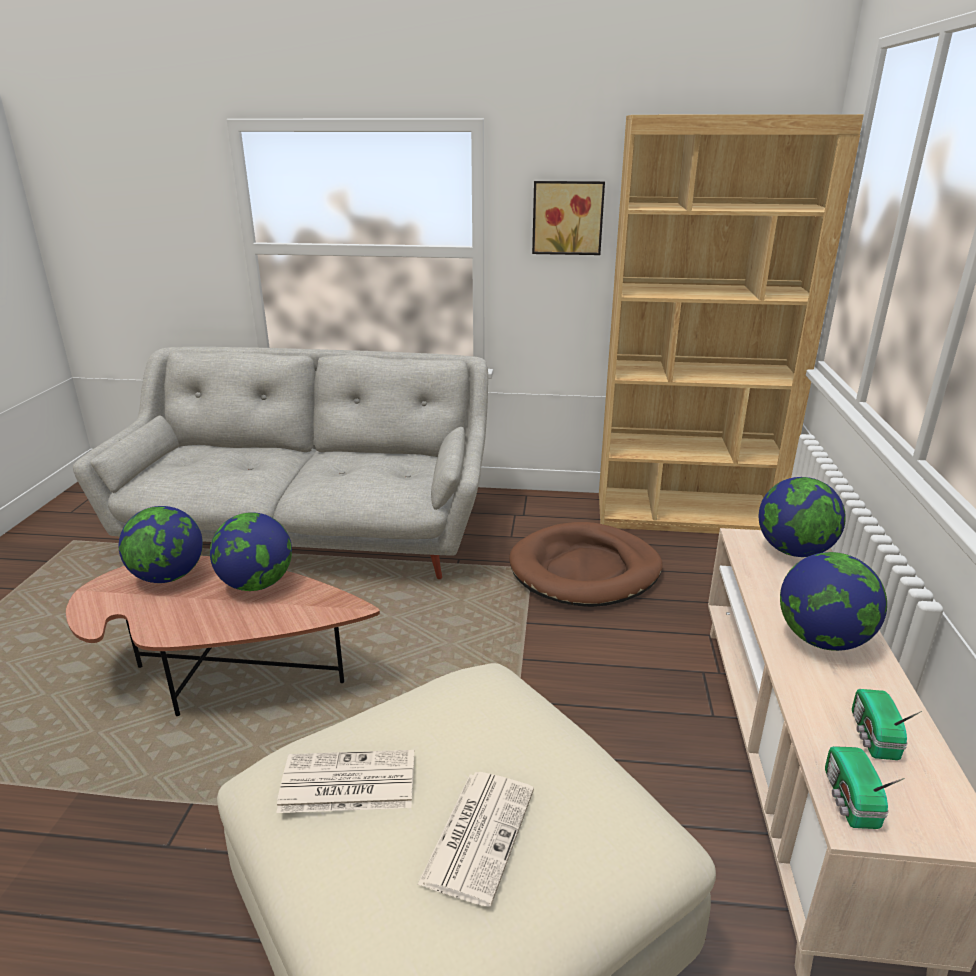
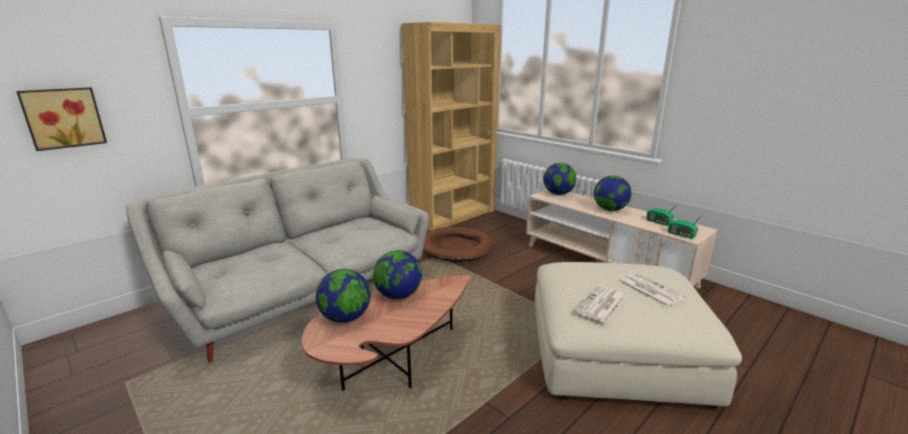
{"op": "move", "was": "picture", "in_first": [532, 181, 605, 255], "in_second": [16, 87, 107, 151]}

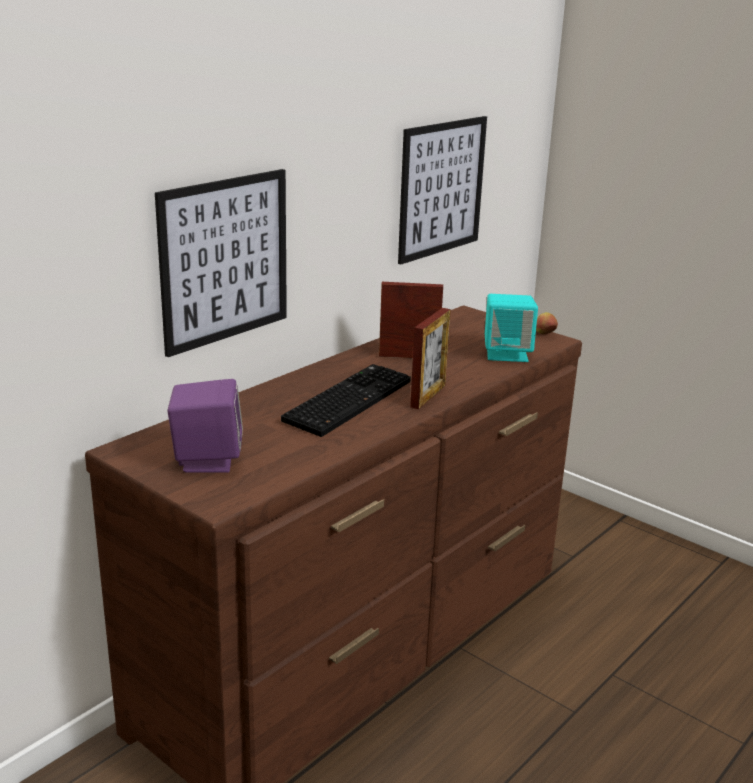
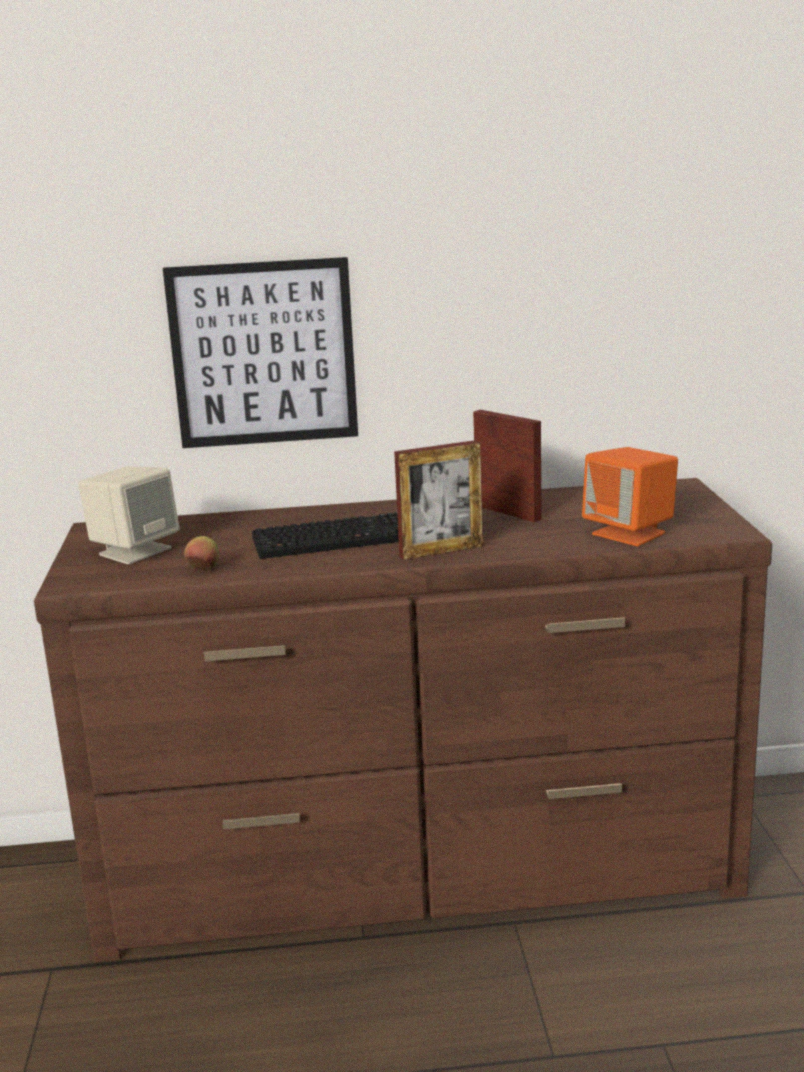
{"op": "delete", "was": "picture", "in_first": [398, 116, 487, 264]}
{"op": "move", "was": "apple", "in_first": [536, 312, 558, 334], "in_second": [184, 536, 219, 570]}
{"op": "recolor", "was": "purple speaker", "now": "beige speaker", "in_first": [168, 379, 243, 473], "in_second": [78, 466, 180, 565]}
{"op": "recolor", "was": "turquoise speaker", "now": "orange speaker", "in_first": [485, 294, 538, 362], "in_second": [582, 447, 678, 546]}

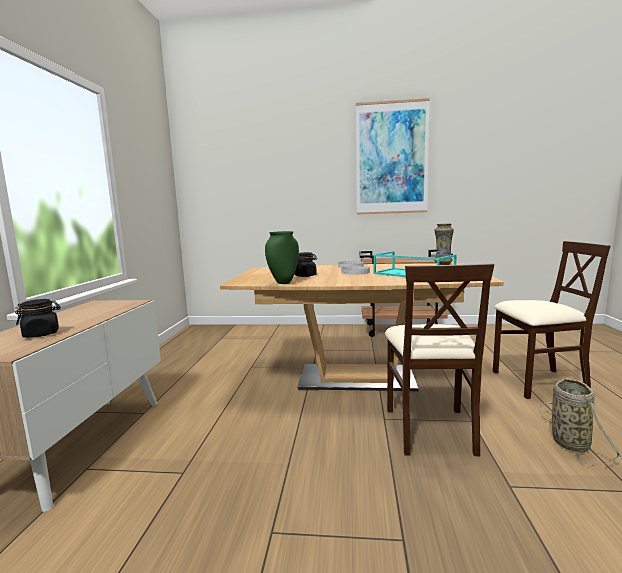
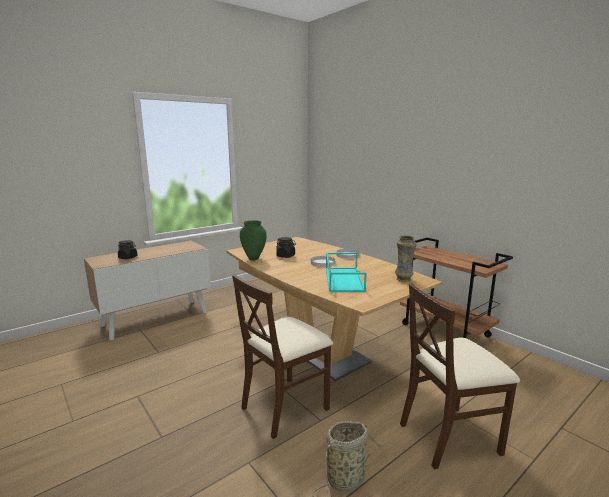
{"op": "delete", "was": "picture", "in_first": [356, 98, 430, 215]}
{"op": "rotate", "was": "beige chair", "in_first": [493, 241, 610, 399], "in_second": [400, 283, 520, 469], "clockwise": 120}

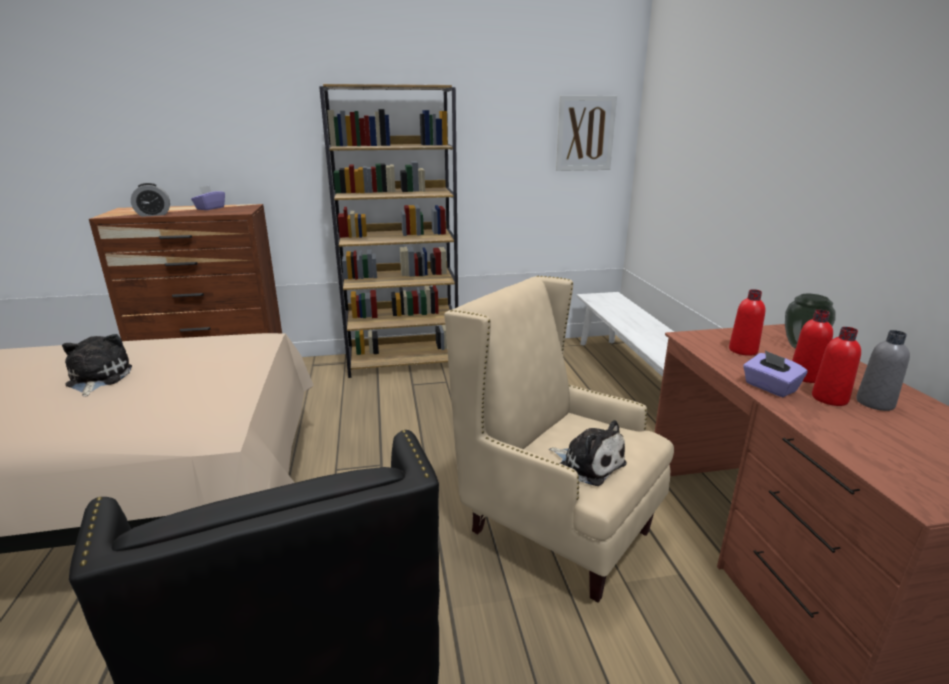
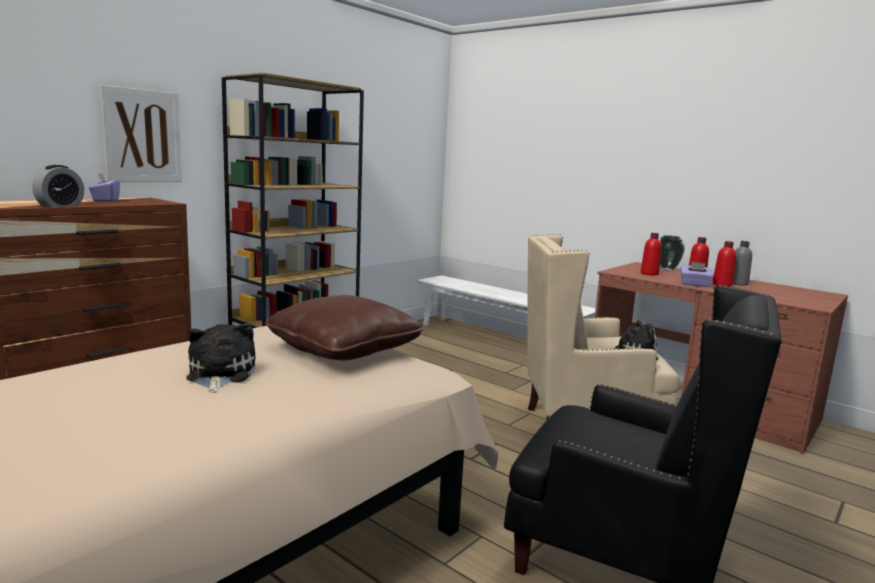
{"op": "insert", "now": "brown pillow", "in_second": [265, 295, 424, 361]}
{"op": "move", "was": "picture", "in_first": [556, 95, 617, 171], "in_second": [100, 85, 182, 182]}
{"op": "rotate", "was": "plush toy", "in_first": [62, 334, 132, 397], "in_second": [186, 323, 255, 393], "clockwise": 45}

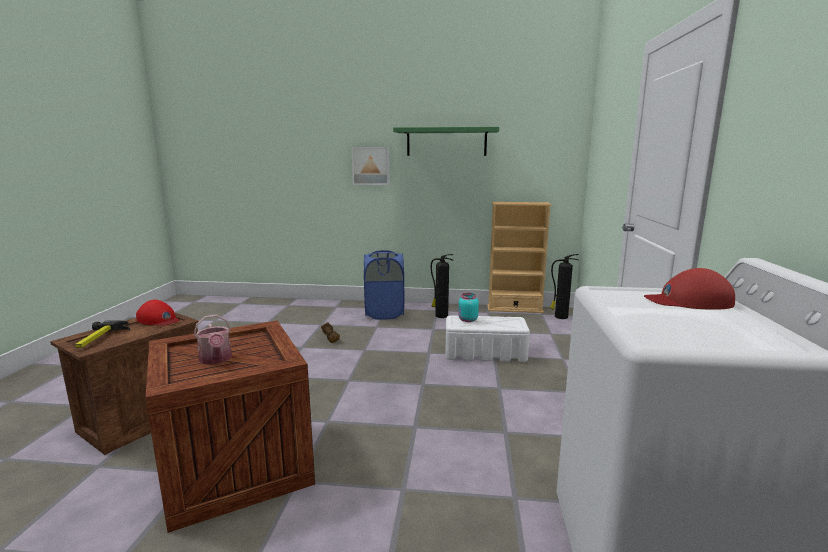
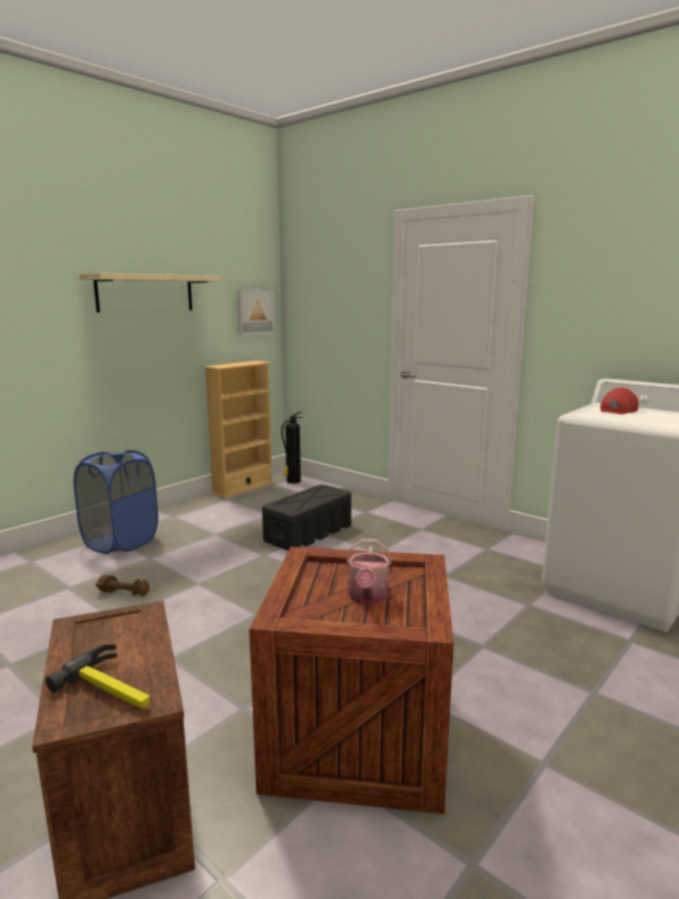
{"op": "delete", "was": "red cap", "in_first": [136, 300, 180, 326]}
{"op": "delete", "was": "fire extinguisher", "in_first": [431, 254, 454, 318]}
{"op": "delete", "was": "turquoise jar", "in_first": [458, 293, 479, 322]}
{"op": "move", "was": "picture", "in_first": [352, 147, 390, 185], "in_second": [237, 290, 274, 335]}
{"op": "recolor", "was": "green shelf", "now": "beige shelf", "in_first": [393, 127, 499, 156], "in_second": [79, 273, 223, 312]}
{"op": "recolor", "was": "white storage box", "now": "black storage box", "in_first": [445, 315, 530, 362], "in_second": [262, 484, 351, 551]}
{"op": "rotate", "was": "watering can", "in_first": [194, 315, 232, 365], "in_second": [346, 539, 392, 605], "clockwise": 90}

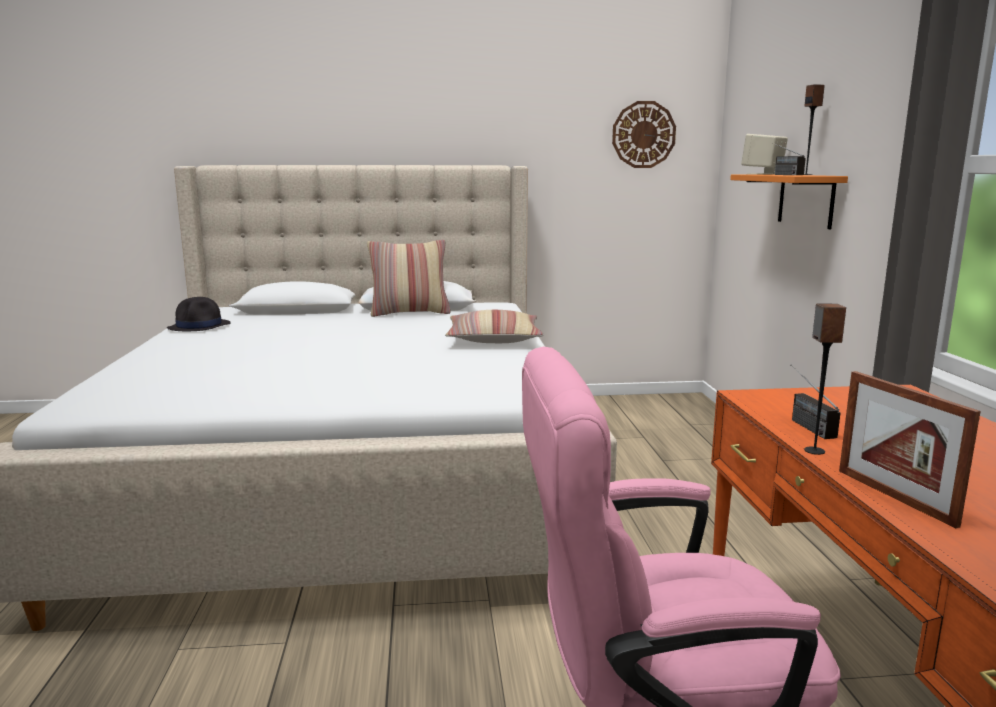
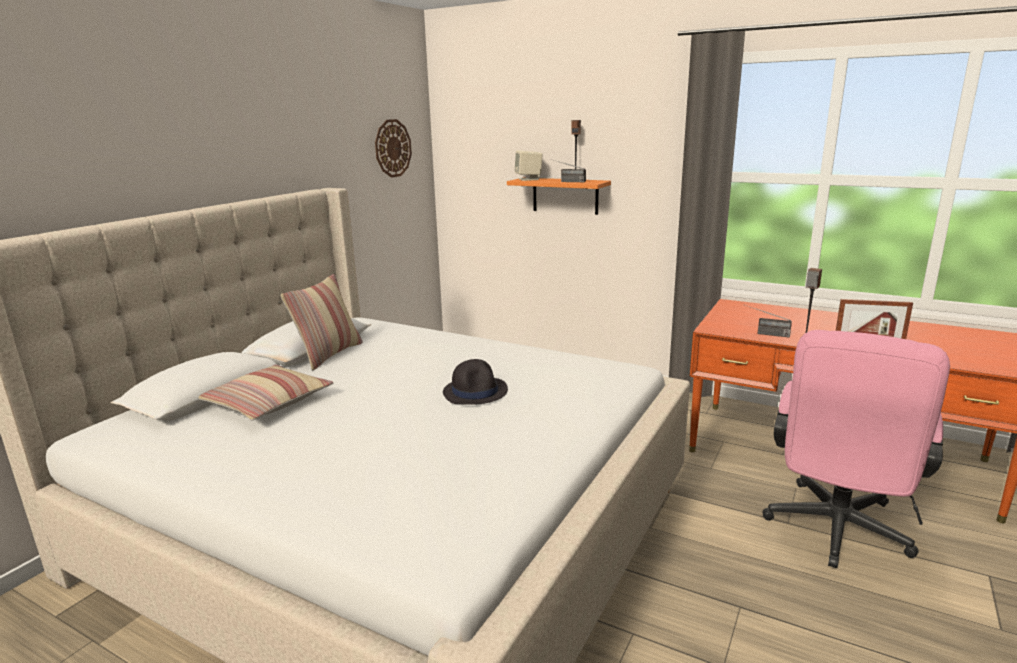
{"op": "move", "was": "black hat", "in_first": [167, 297, 231, 331], "in_second": [443, 359, 508, 405]}
{"op": "move", "was": "pillow", "in_first": [445, 310, 544, 343], "in_second": [198, 364, 333, 420]}

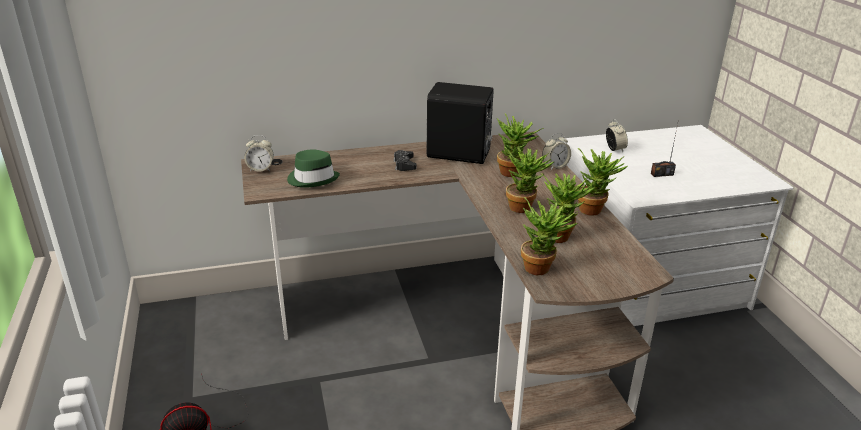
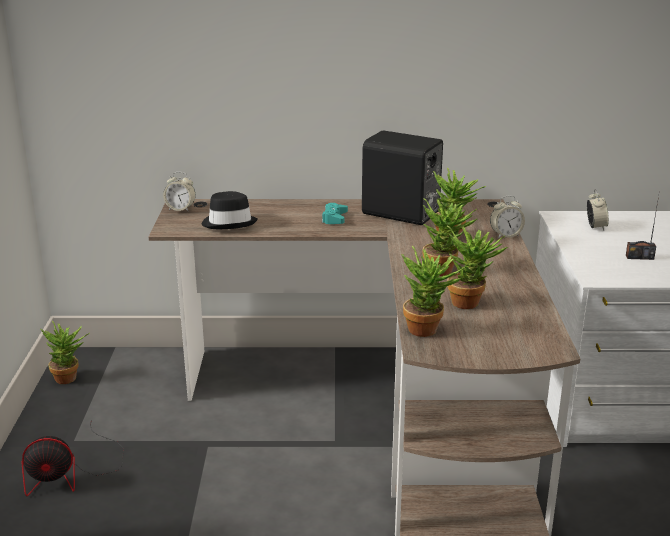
{"op": "move", "was": "potted plant", "in_first": [578, 148, 628, 216], "in_second": [41, 321, 90, 384]}
{"op": "recolor", "was": "green hat", "now": "black hat", "in_first": [287, 149, 340, 188], "in_second": [202, 191, 258, 229]}
{"op": "recolor", "was": "black game controller", "now": "turquoise game controller", "in_first": [394, 150, 417, 171], "in_second": [322, 203, 348, 224]}

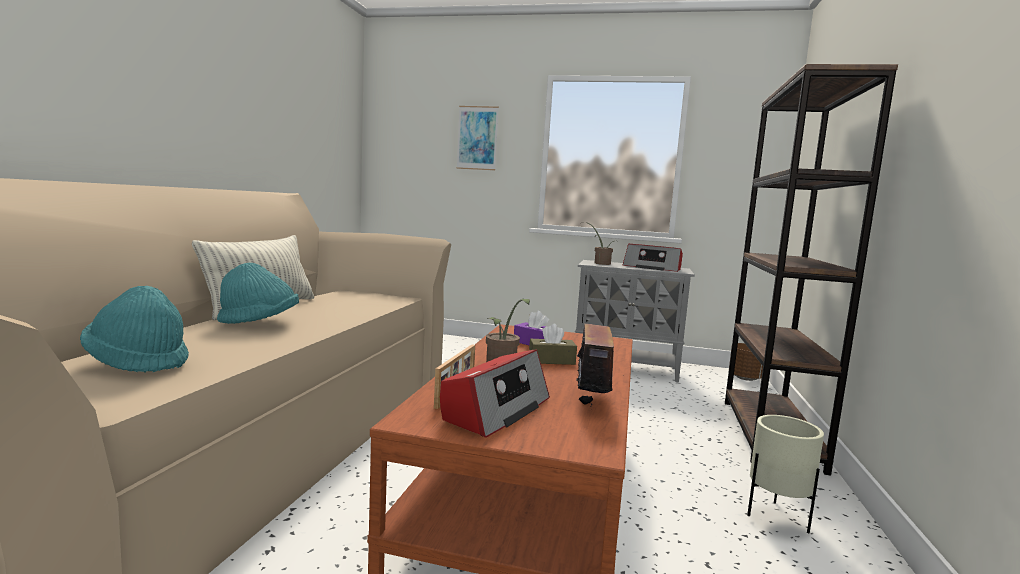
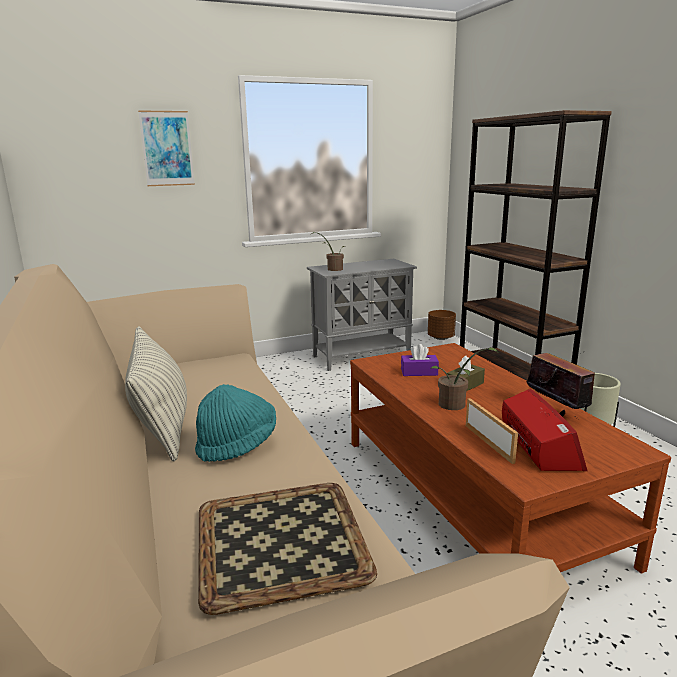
{"op": "delete", "was": "radio", "in_first": [623, 244, 683, 272]}
{"op": "replace", "was": "turquoise hat", "now": "tray", "in_first": [80, 286, 189, 373], "in_second": [198, 483, 377, 615]}

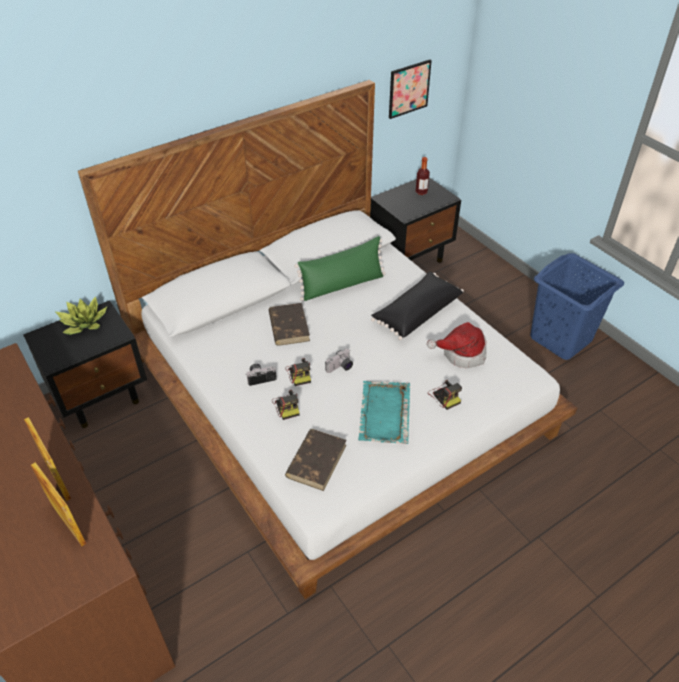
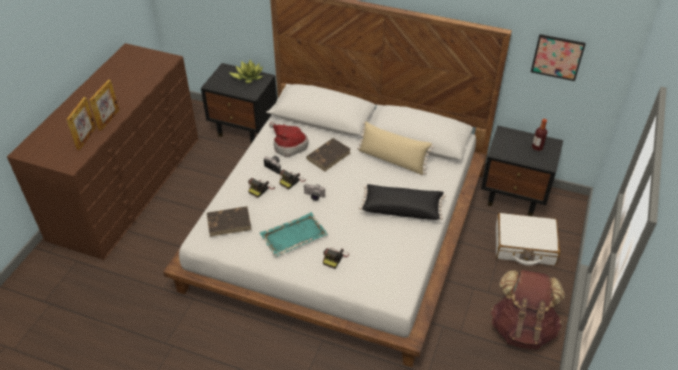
{"op": "insert", "now": "white suitcase", "in_second": [496, 213, 560, 266]}
{"op": "move", "was": "hat", "in_first": [427, 322, 487, 368], "in_second": [269, 121, 309, 157]}
{"op": "replace", "was": "blue laundry basket", "now": "brown backpack", "in_first": [530, 253, 624, 360], "in_second": [491, 270, 565, 349]}
{"op": "recolor", "was": "green pillow", "now": "beige pillow", "in_first": [294, 236, 386, 301], "in_second": [357, 121, 434, 175]}

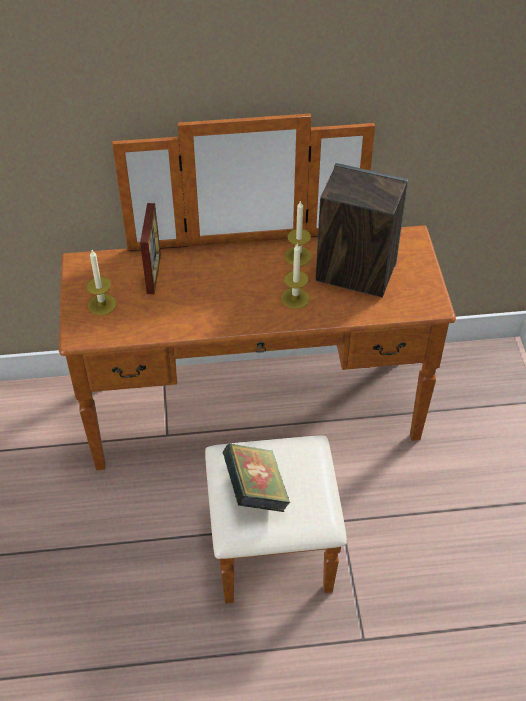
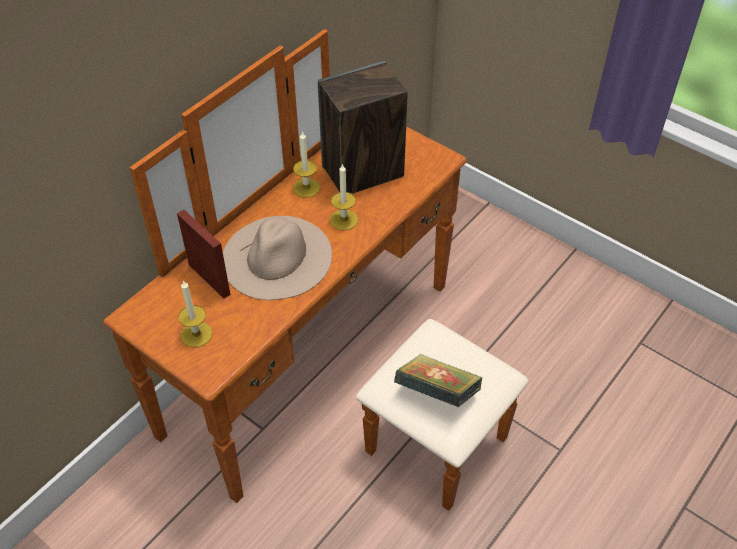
{"op": "insert", "now": "beige hat", "in_second": [223, 216, 332, 300]}

